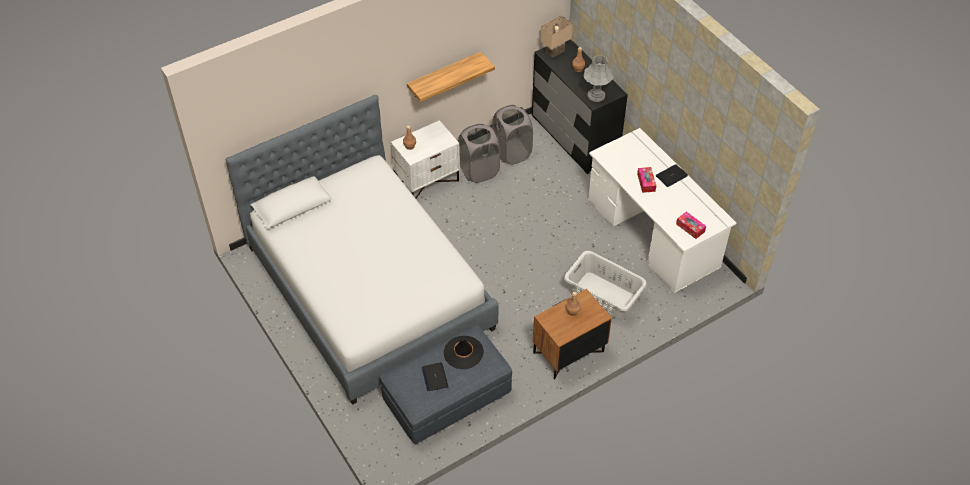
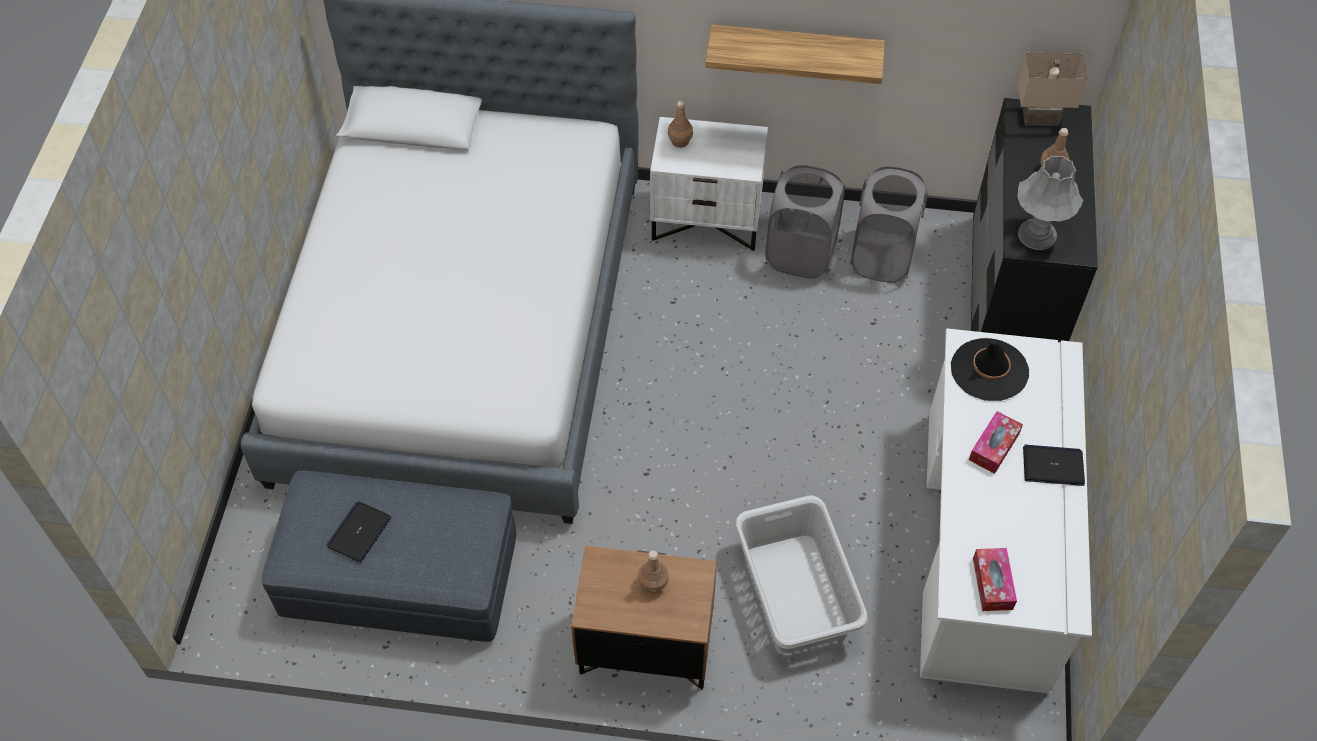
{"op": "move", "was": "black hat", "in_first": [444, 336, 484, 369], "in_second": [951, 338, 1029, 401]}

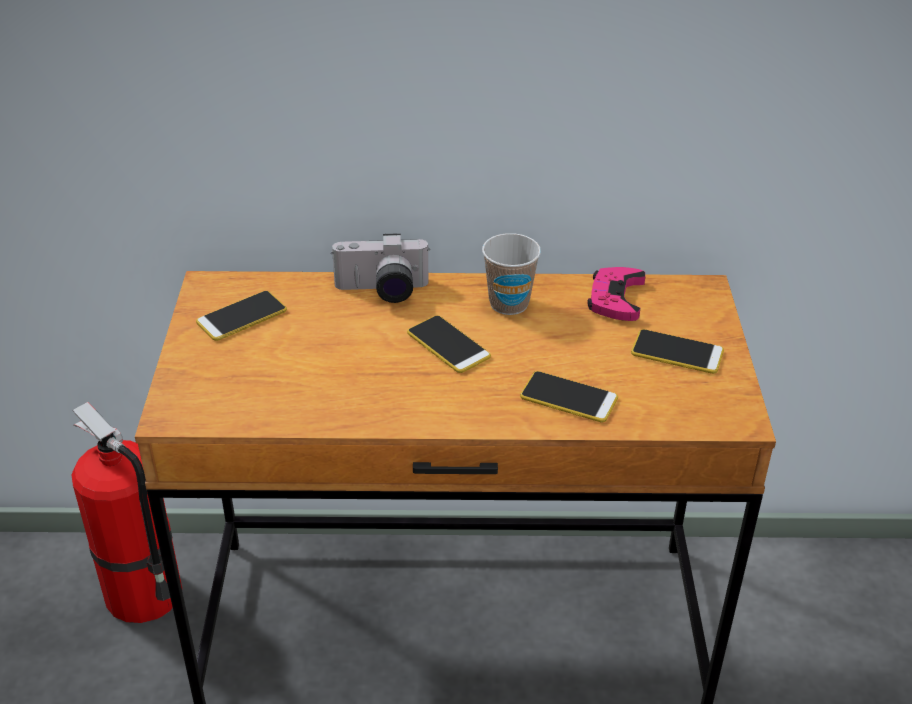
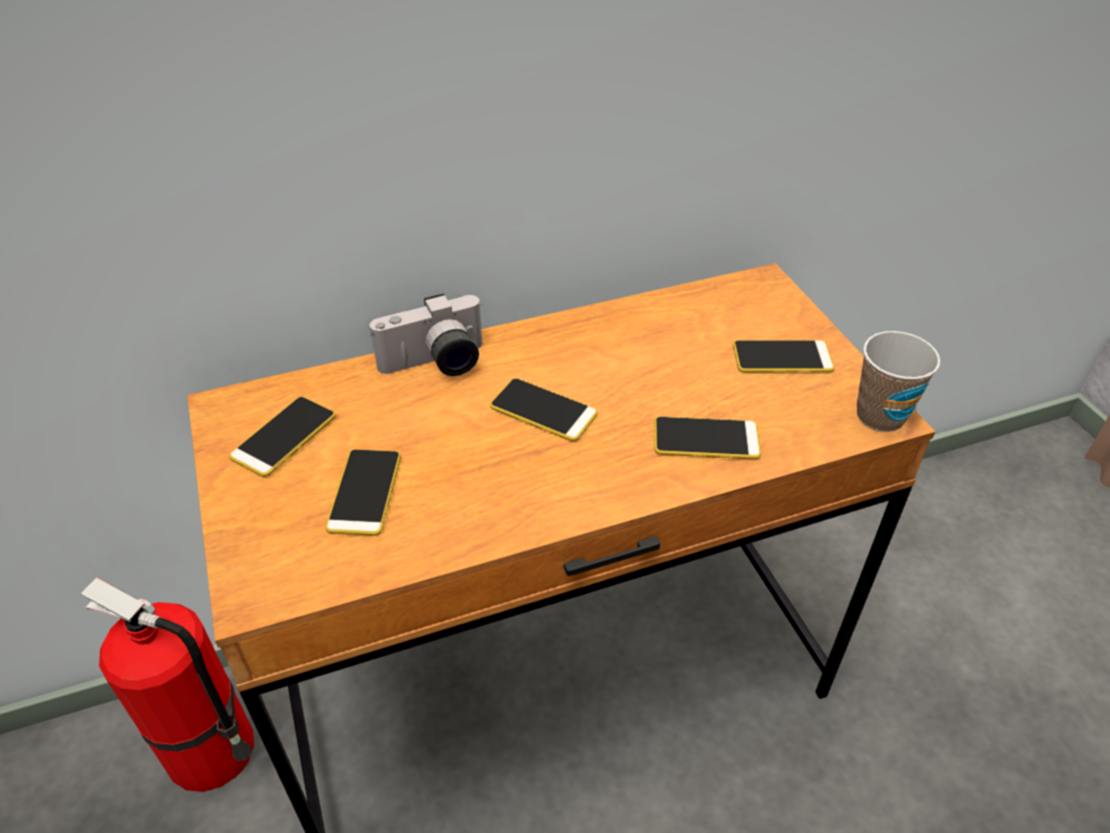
{"op": "delete", "was": "pink game controller", "in_first": [587, 267, 645, 321]}
{"op": "insert", "now": "phone", "in_second": [325, 449, 401, 536]}
{"op": "move", "was": "cup", "in_first": [482, 233, 541, 315], "in_second": [857, 331, 940, 432]}

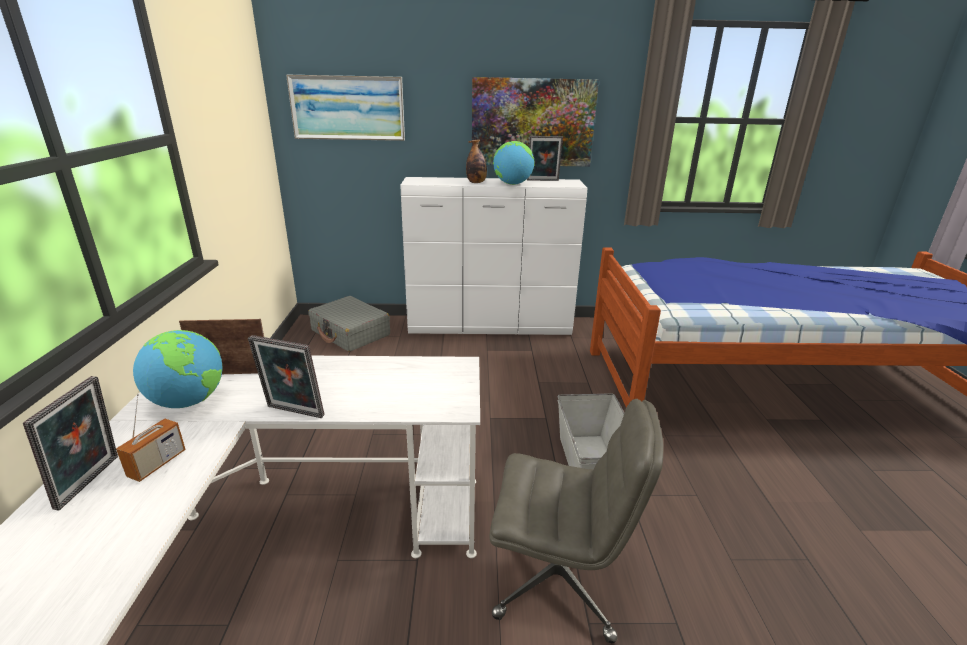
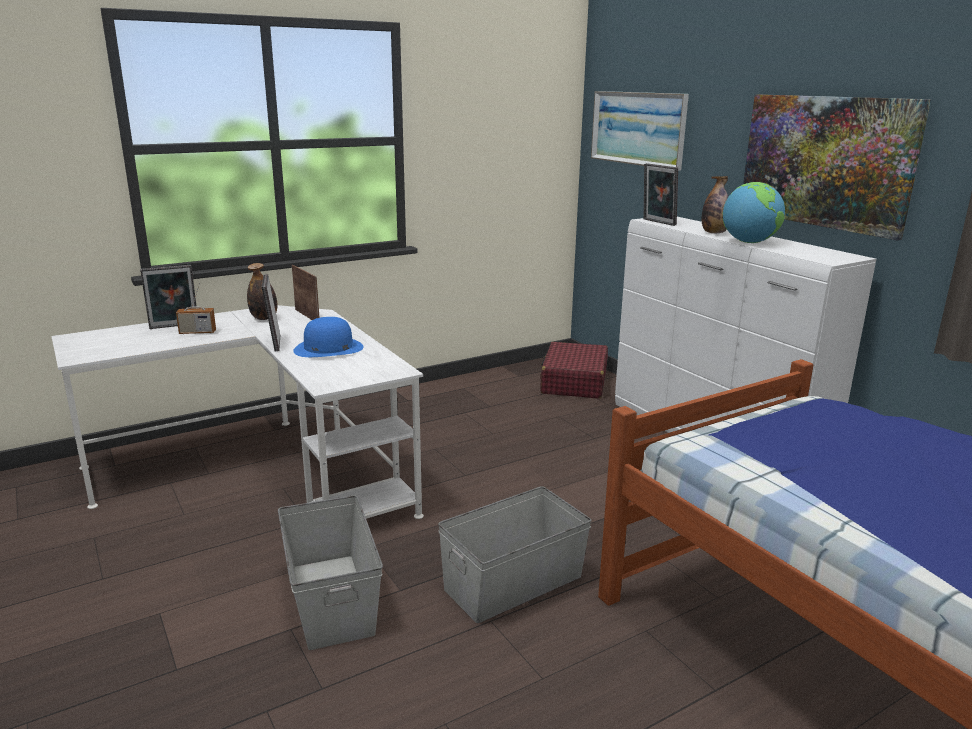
{"op": "insert", "now": "blue hat", "in_second": [293, 317, 364, 357]}
{"op": "move", "was": "picture frame", "in_first": [527, 136, 563, 181], "in_second": [644, 163, 678, 226]}
{"op": "replace", "was": "globe", "now": "bottle", "in_first": [133, 330, 223, 408], "in_second": [247, 263, 277, 320]}
{"op": "replace", "was": "grey office chair", "now": "grey storage box", "in_first": [489, 399, 664, 643], "in_second": [278, 495, 383, 650]}
{"op": "recolor", "was": "grey suitcase", "now": "red suitcase", "in_first": [308, 296, 390, 352], "in_second": [540, 342, 608, 399]}

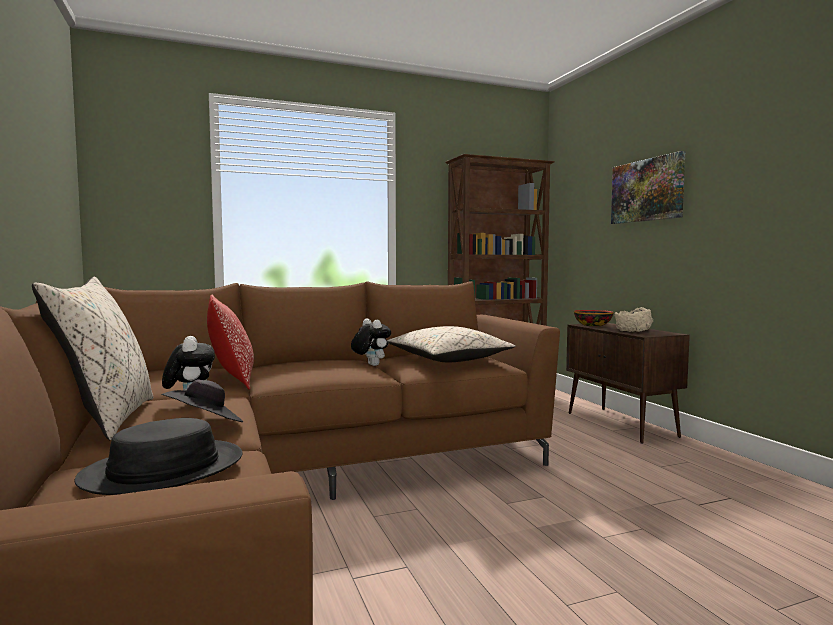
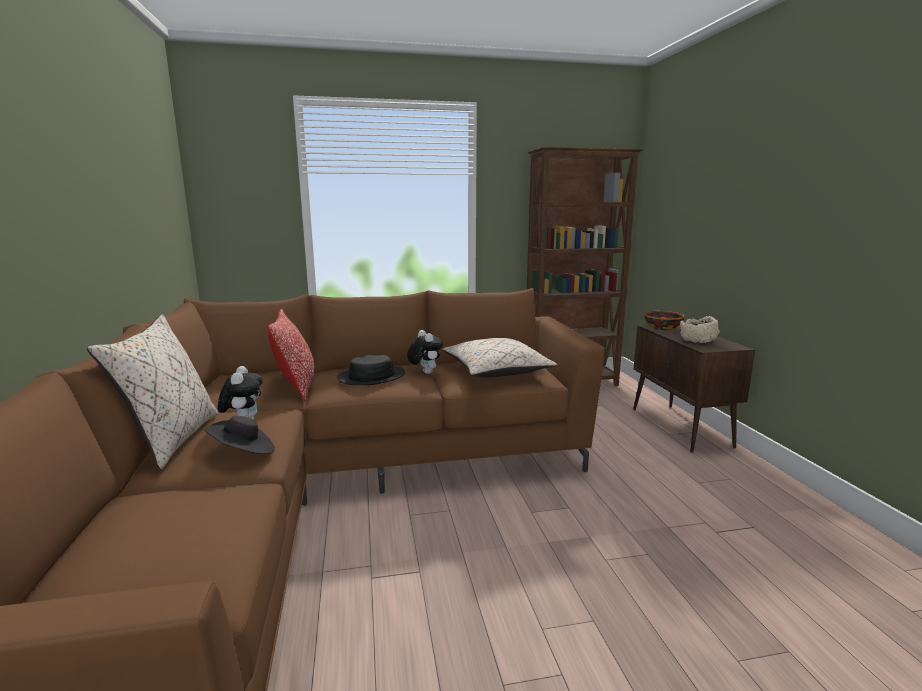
{"op": "delete", "was": "picture", "in_first": [611, 151, 685, 224]}
{"op": "move", "was": "black hat", "in_first": [74, 418, 243, 495], "in_second": [337, 354, 405, 385]}

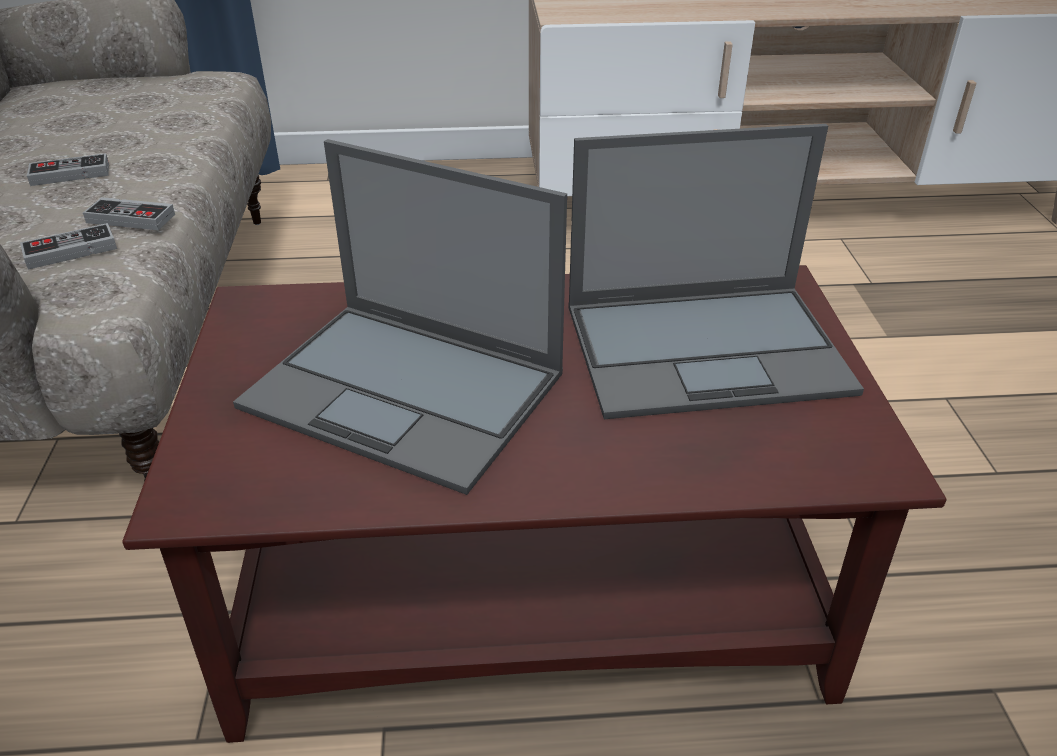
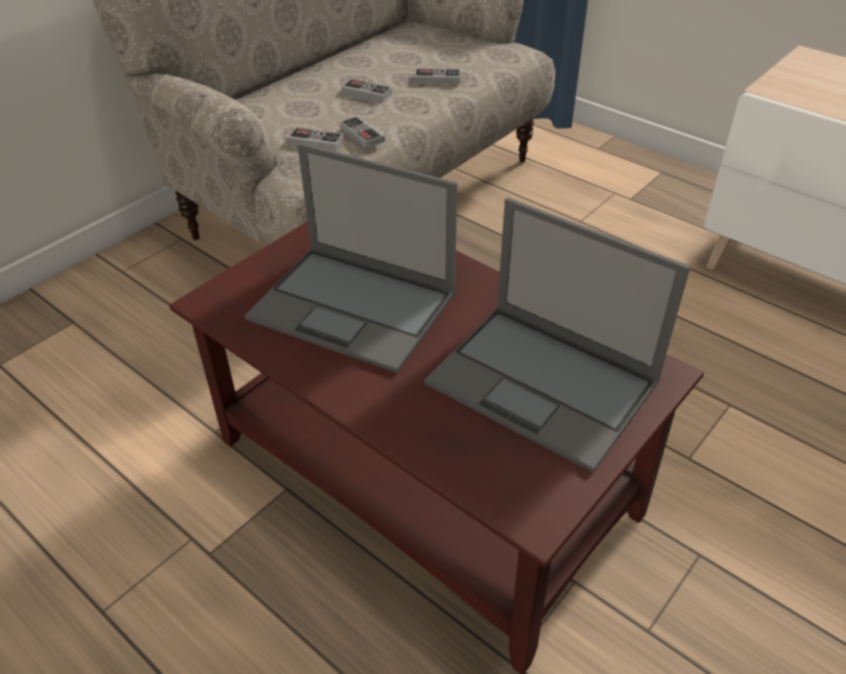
{"op": "insert", "now": "game controller", "in_second": [415, 68, 461, 84]}
{"op": "rotate", "was": "laptop", "in_first": [233, 139, 567, 495], "in_second": [245, 143, 458, 373], "clockwise": -45}

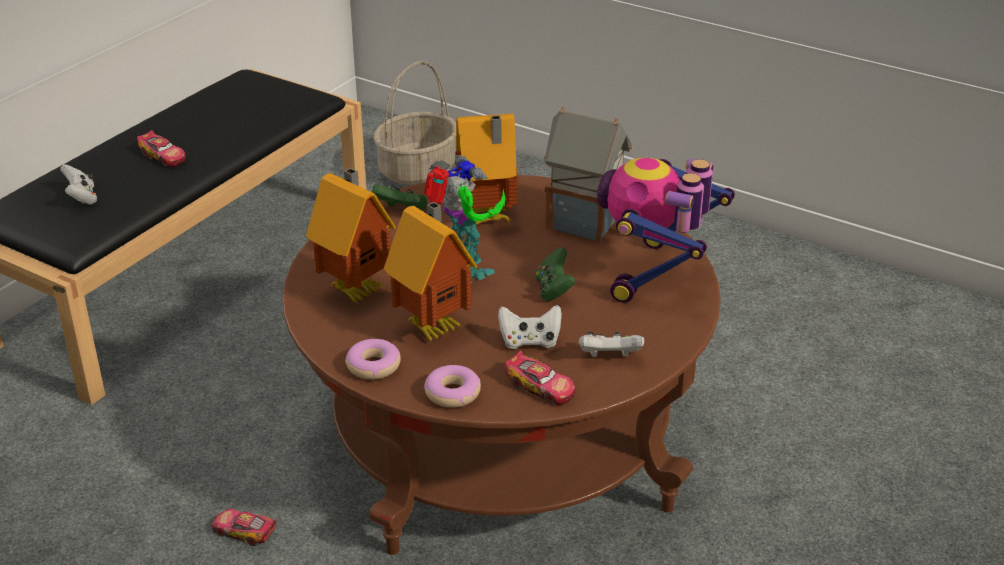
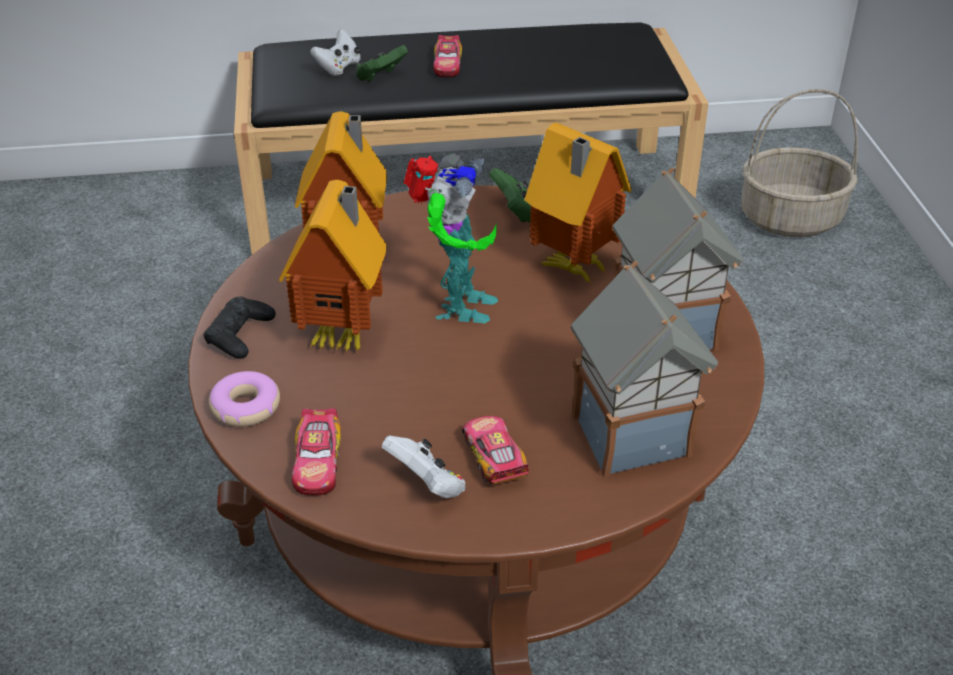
{"op": "delete", "was": "white game controller", "in_first": [498, 305, 562, 349]}
{"op": "move", "was": "toy car", "in_first": [212, 509, 277, 546], "in_second": [462, 416, 529, 485]}
{"op": "move", "was": "green game controller", "in_first": [535, 247, 576, 301], "in_second": [356, 45, 408, 82]}
{"op": "replace", "was": "donut", "now": "black game controller", "in_first": [345, 339, 401, 380], "in_second": [203, 297, 276, 359]}
{"op": "replace", "was": "toy robot", "now": "toy house", "in_first": [597, 158, 735, 303], "in_second": [571, 261, 718, 477]}

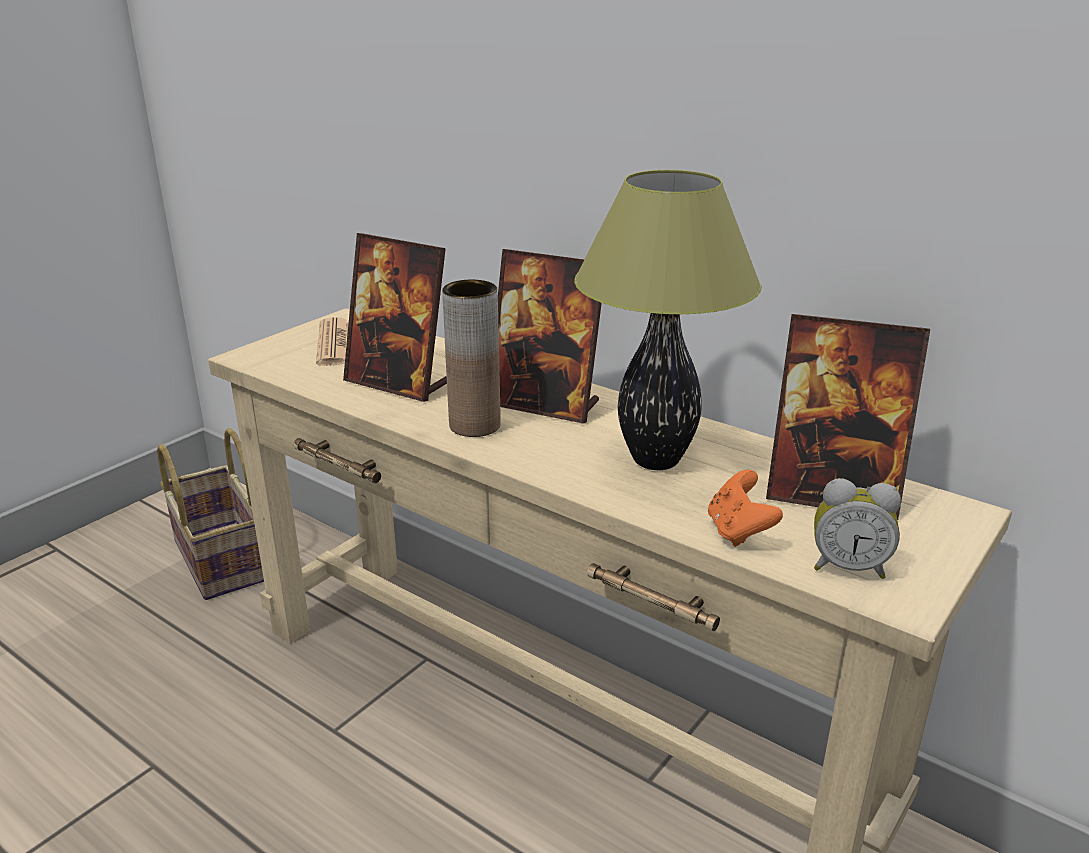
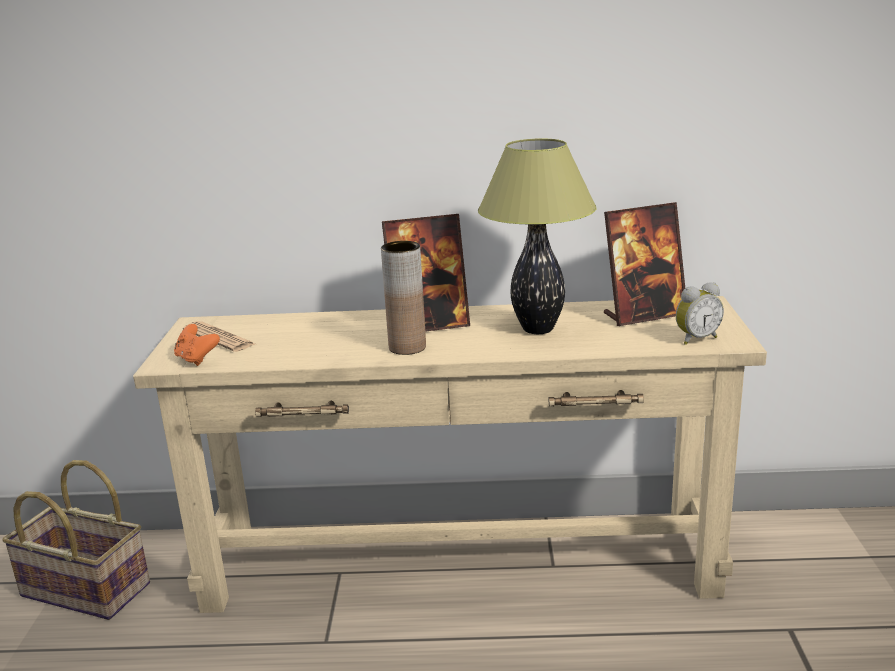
{"op": "delete", "was": "picture frame", "in_first": [343, 233, 447, 402]}
{"op": "move", "was": "orange game controller", "in_first": [708, 470, 783, 547], "in_second": [174, 324, 220, 366]}

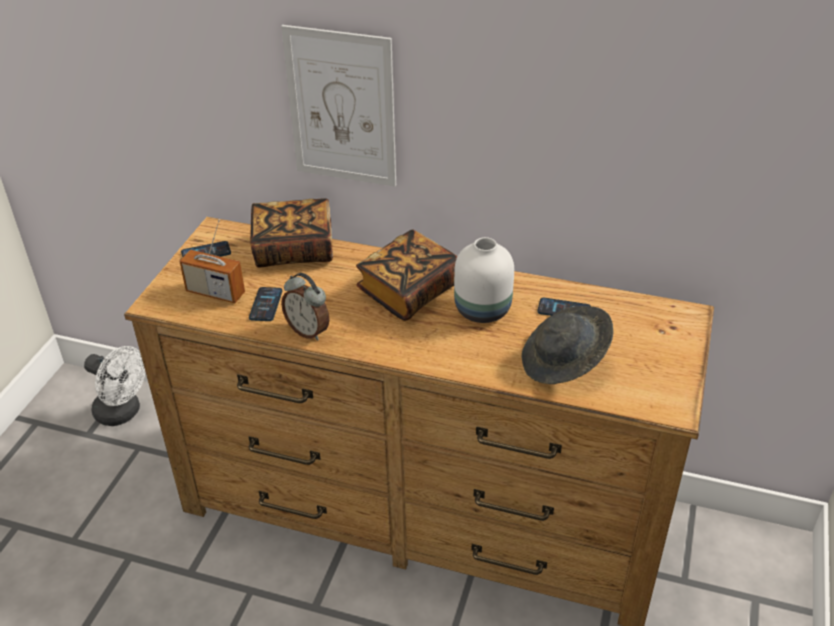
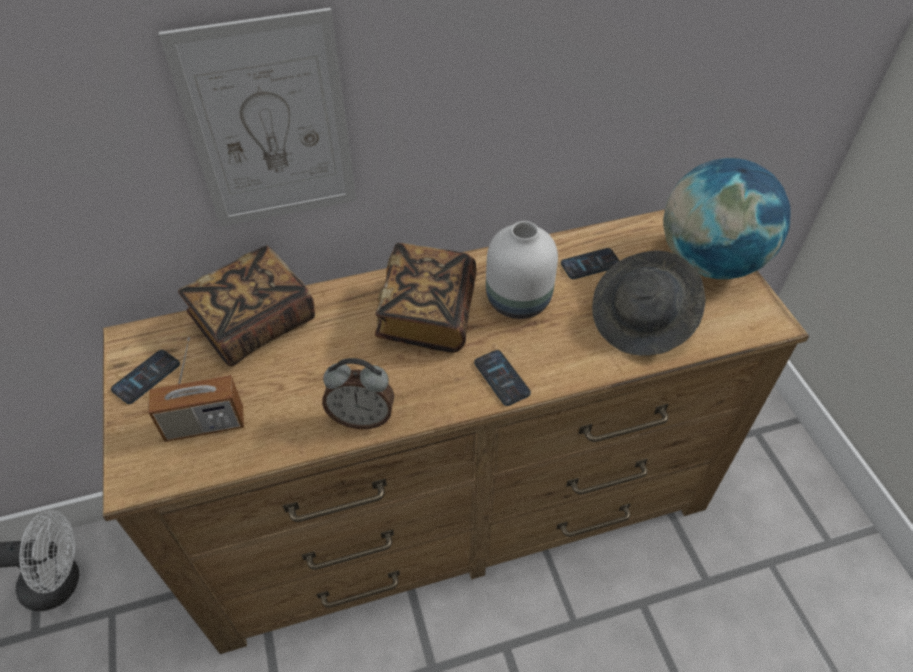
{"op": "insert", "now": "globe", "in_second": [663, 158, 790, 279]}
{"op": "move", "was": "phone", "in_first": [249, 287, 282, 321], "in_second": [474, 350, 531, 406]}

